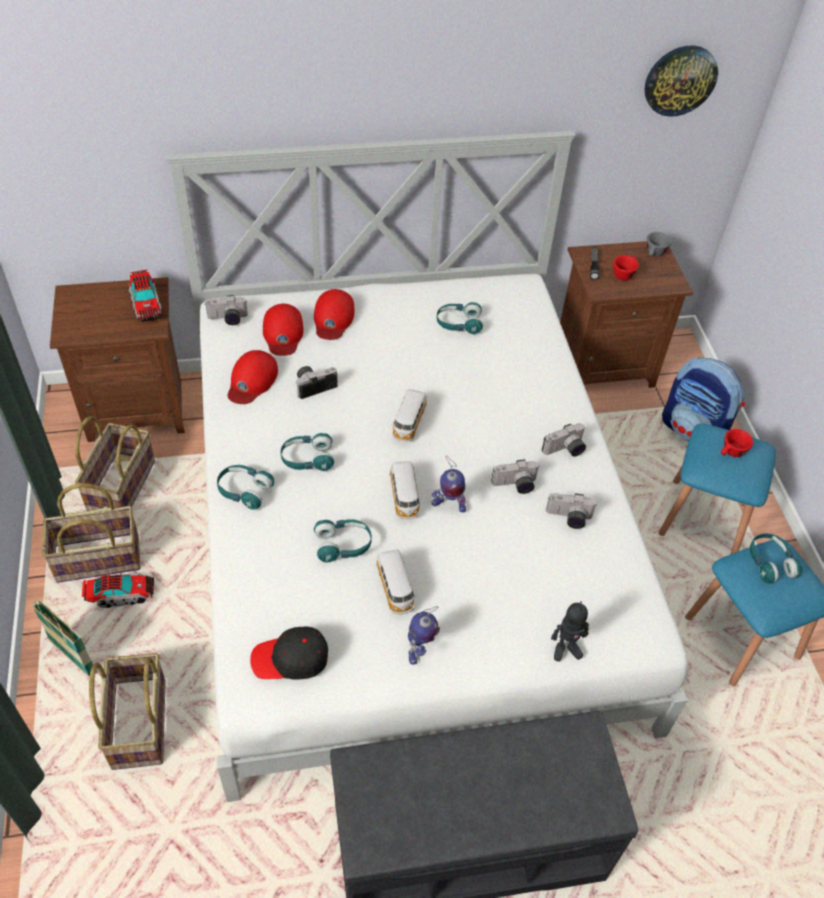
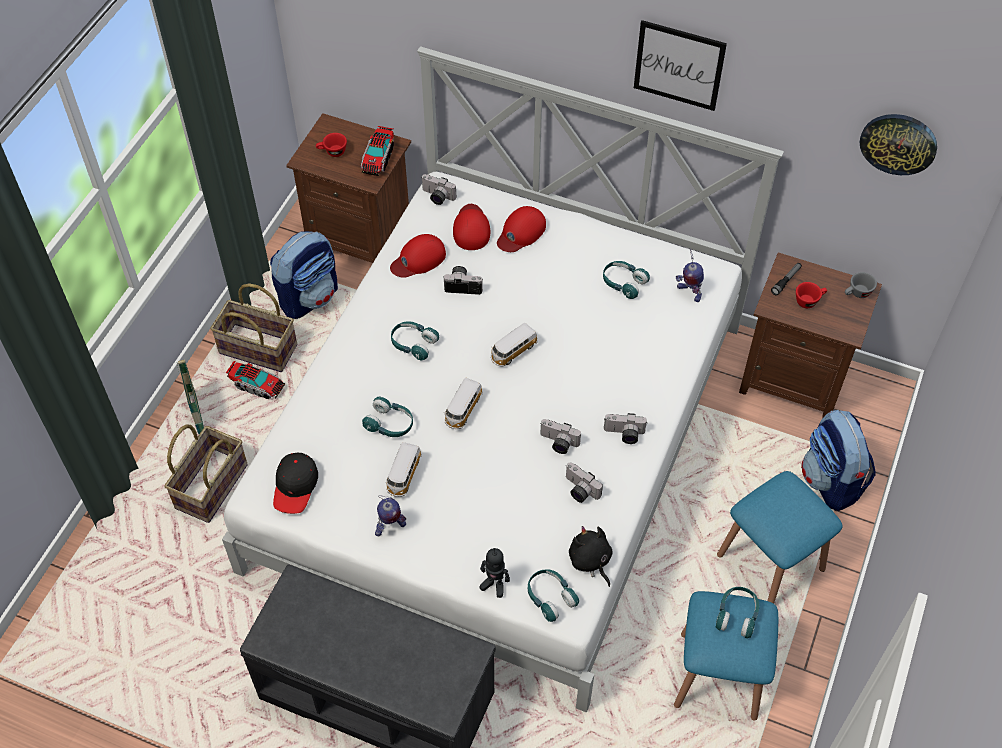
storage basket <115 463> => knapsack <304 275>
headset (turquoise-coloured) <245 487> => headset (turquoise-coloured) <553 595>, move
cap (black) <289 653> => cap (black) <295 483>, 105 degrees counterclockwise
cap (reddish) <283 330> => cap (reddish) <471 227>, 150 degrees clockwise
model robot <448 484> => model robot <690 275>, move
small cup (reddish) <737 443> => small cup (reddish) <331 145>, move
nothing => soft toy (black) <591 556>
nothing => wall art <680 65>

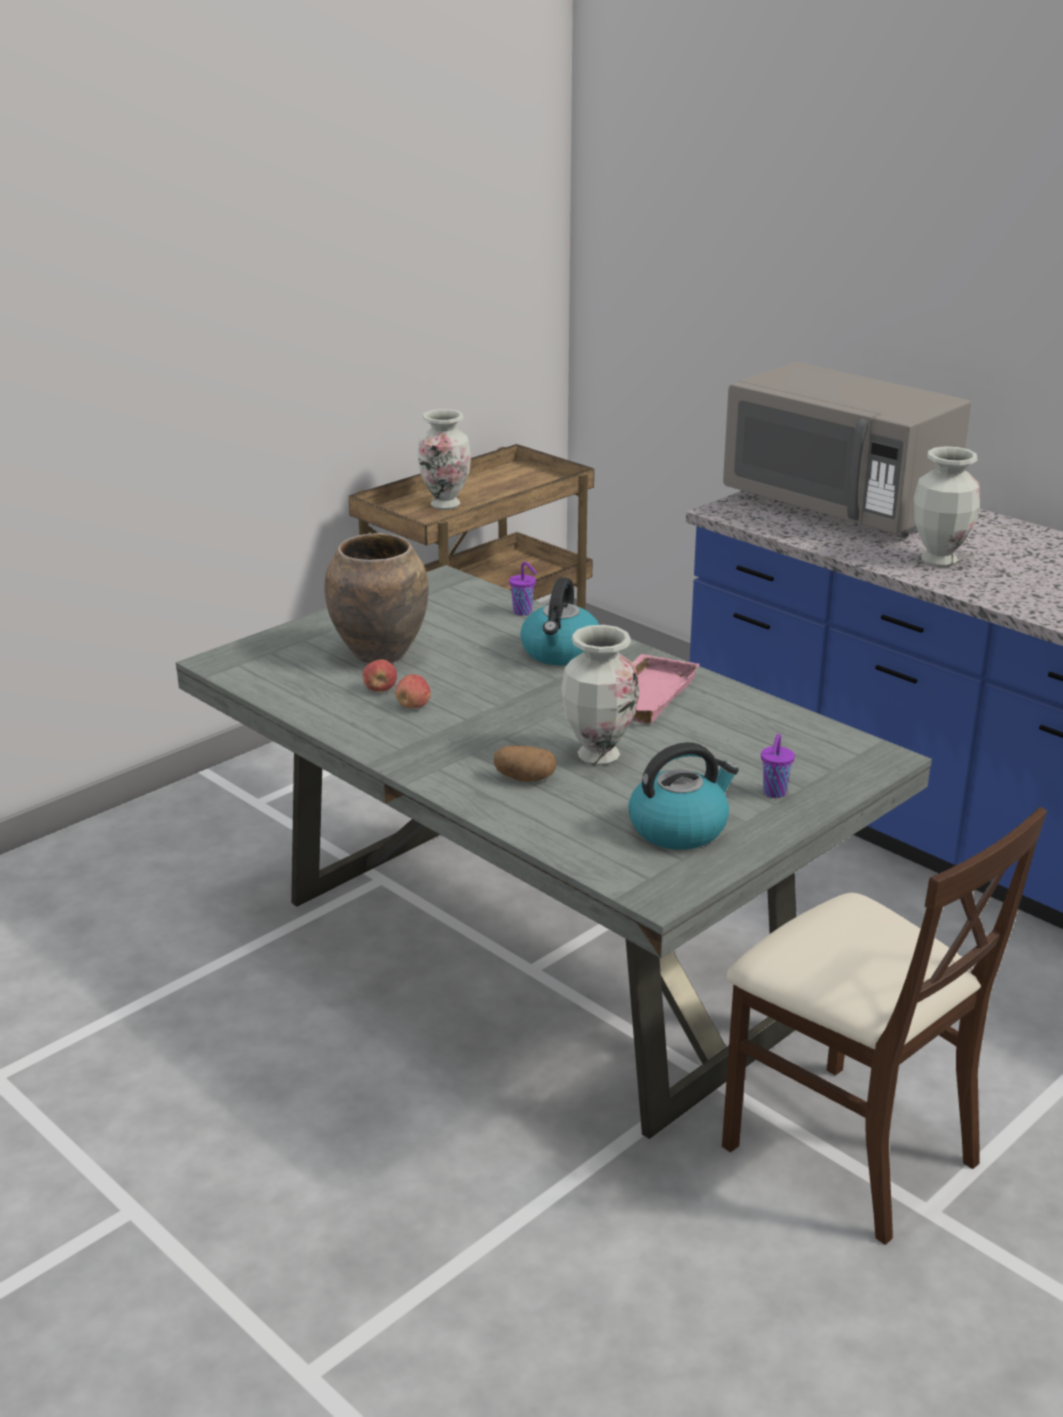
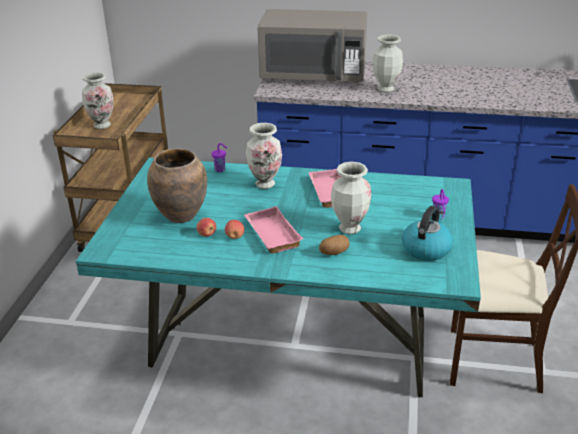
dining table (greyish) <554 852> => dining table (turquoise-coloured) <278 277>
kettle <559 621> => decorative vase <264 156>
nothing => tray (pink-coloured) <273 230>

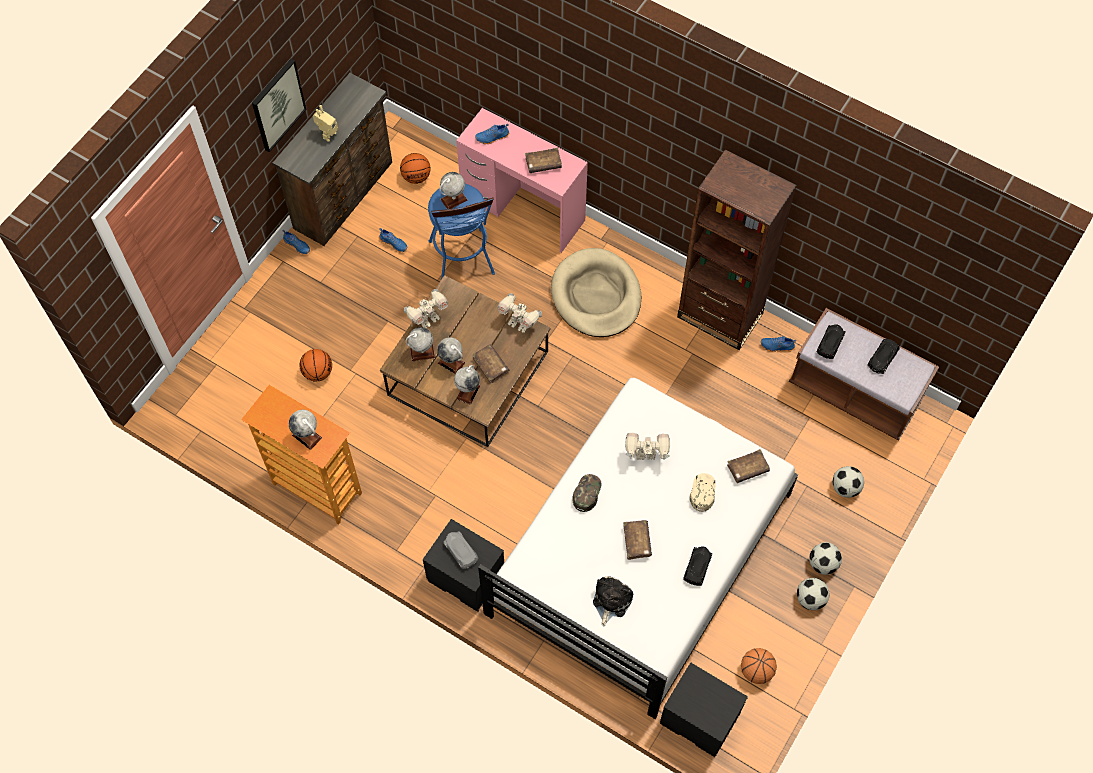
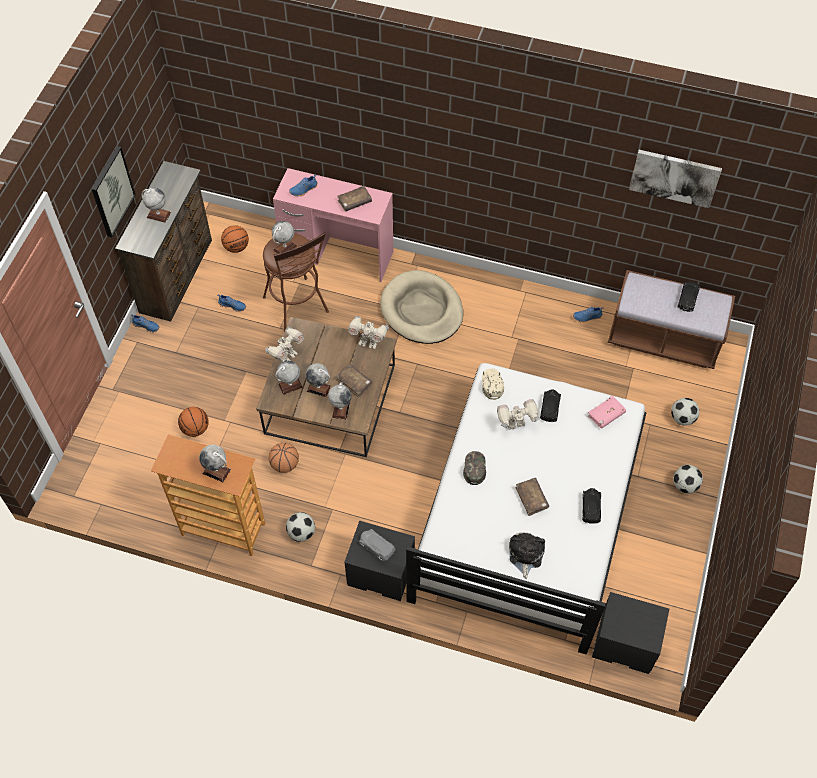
model robot <325 123> => desk globe <156 205>
sitting stool (bluish) <461 231> => sitting stool (brown-coloured) <296 282>
bookcase (brown-coloured) <736 249> => nothing
cap (beige) <703 492> => cap (beige) <493 384>, move
book (brown-coloured) <748 466> => book (pink-coloured) <607 412>
ball for basketball <759 666> => ball for basketball <283 458>, move
ball for football <813 594> => ball for football <300 527>, move
toy car (black) <831 341> => toy car (black) <550 406>, move
nothing => wall art <675 179>

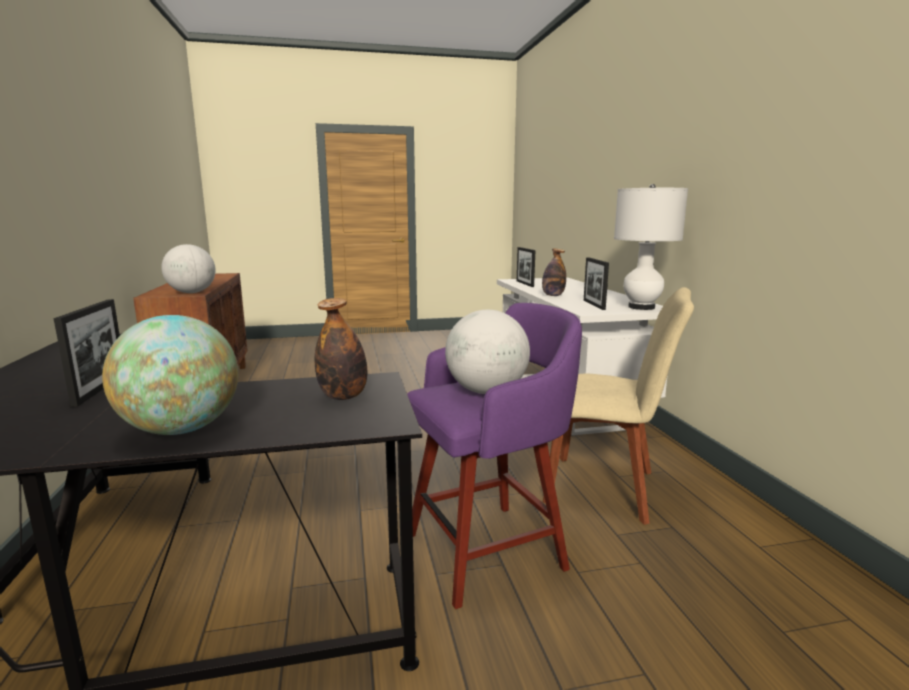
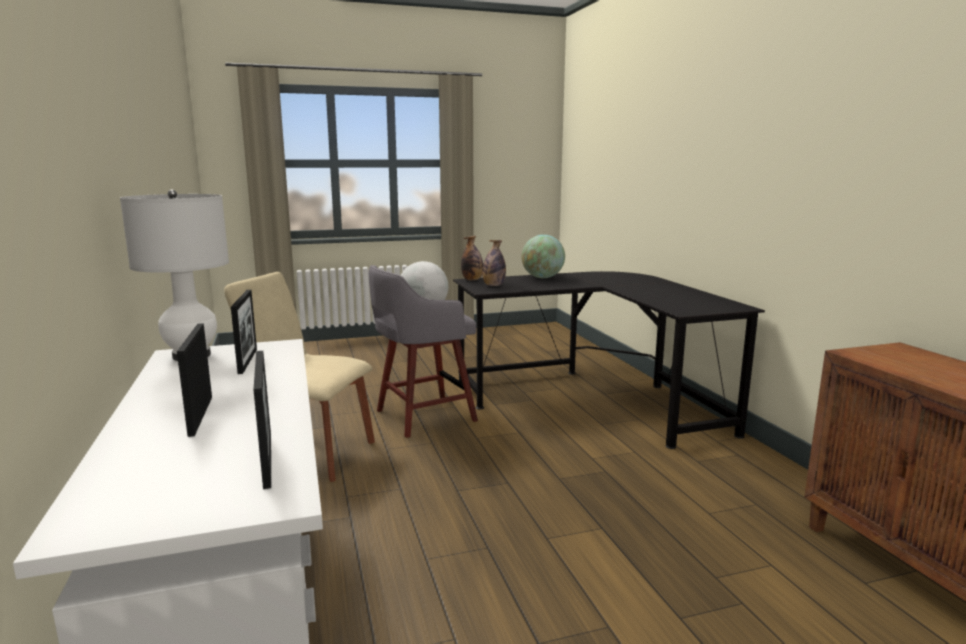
standing frame <87 353> => standing frame <194 380>, move
desk globe <188 268> => nothing
sitting stool (purple-coloured) <494 456> => sitting stool (greyish) <423 351>
bottle <554 272> => bottle <472 258>, move

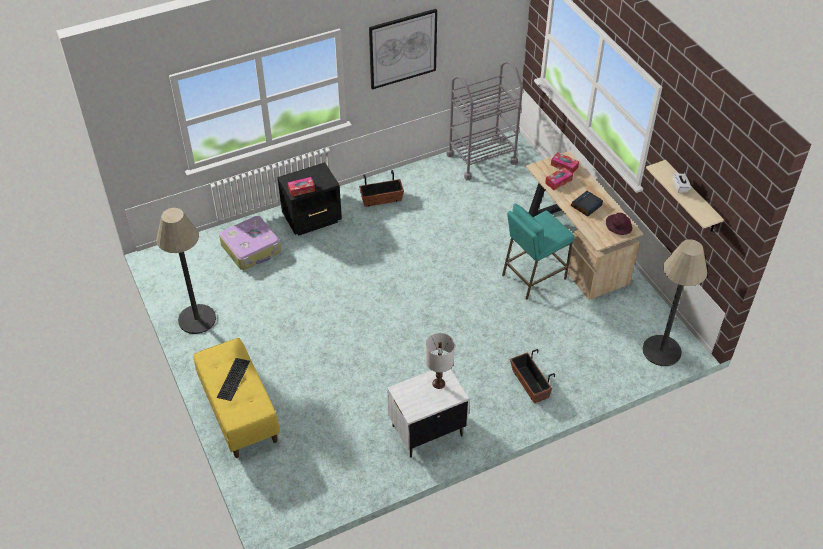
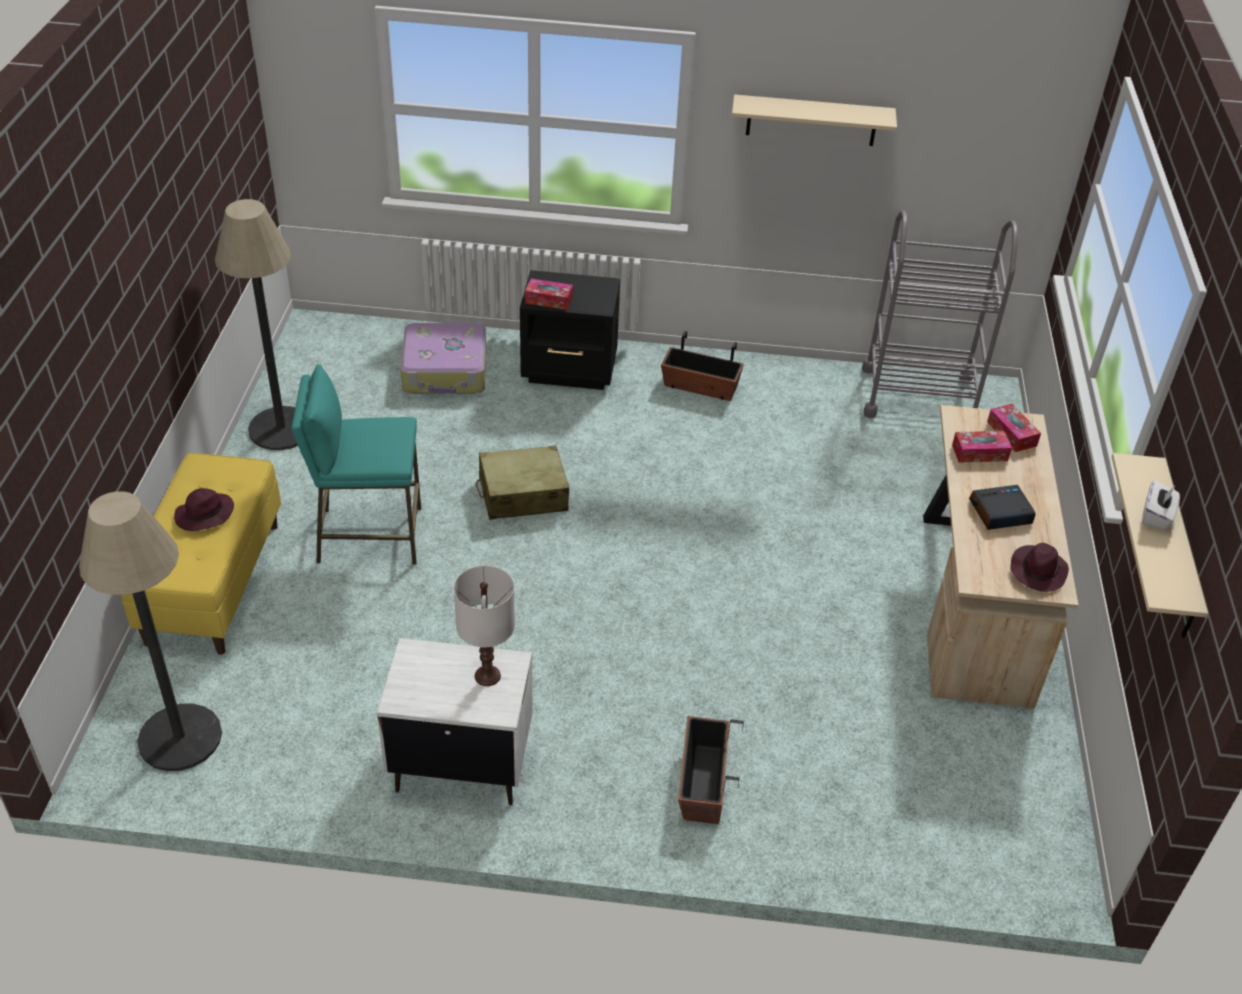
PC keyboard <233 379> => wearable hat (purple-coloured) <204 509>
wall art <403 49> => wall shelf (beige) <814 120>
sitting stool (turquoise-coloured) <538 251> => sitting stool (turquoise-coloured) <356 464>, move
standing lamp <675 302> => standing lamp <150 631>, move
nothing => suitcase (beige) <522 483>

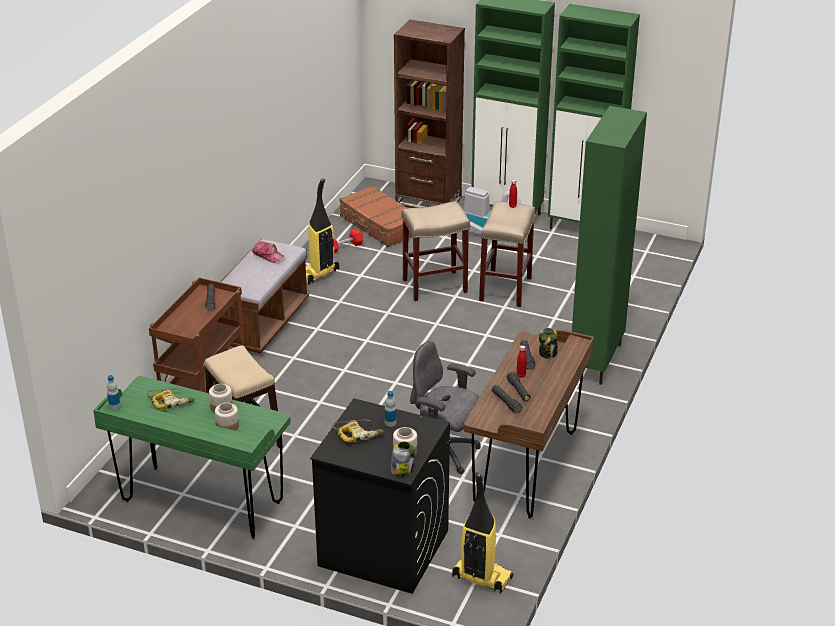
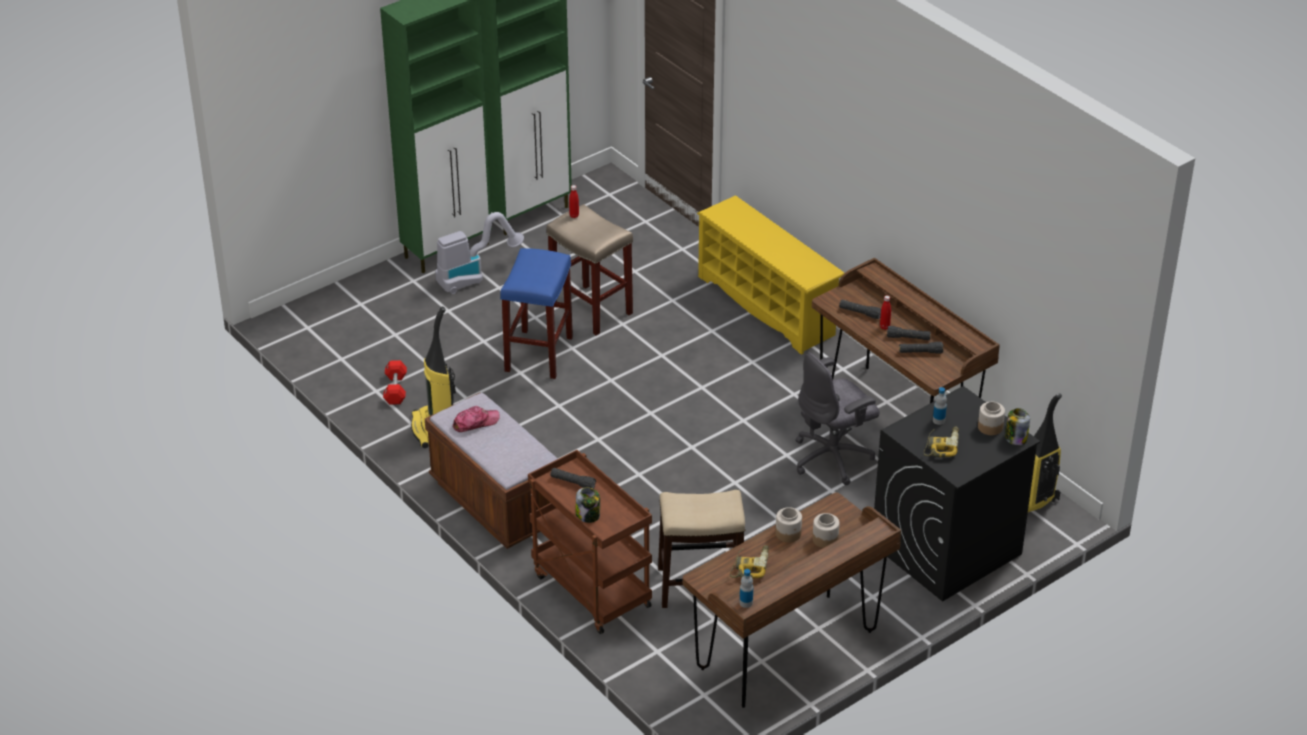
desk (greenish) <192 457> => desk (brown-coloured) <792 600>
suitcase (brown-coloured) <376 216> => nothing
bookcase (brown-coloured) <429 114> => nothing
sitting stool (beige) <435 251> => sitting stool (bluish) <536 313>
jar <548 343> => jar <588 505>, move
storage cabinet (greenish) <609 245> => shoe shelf (yellow) <770 275>

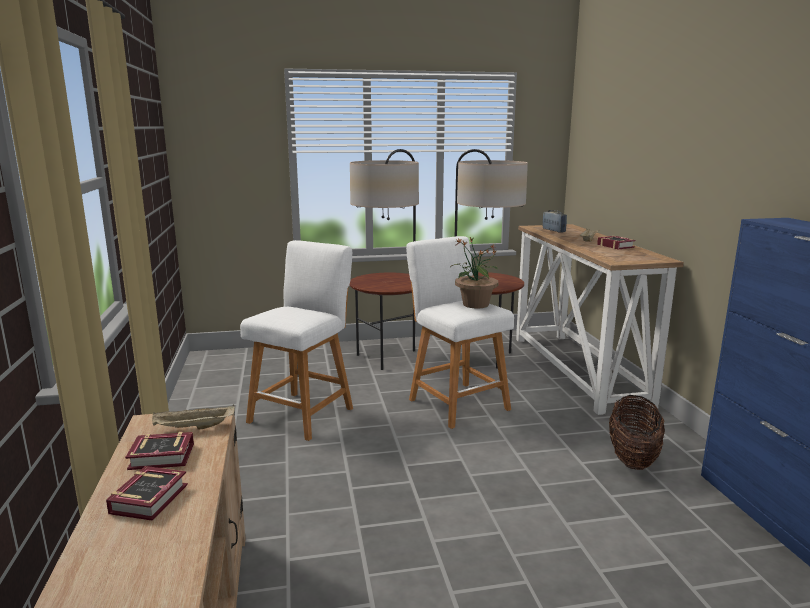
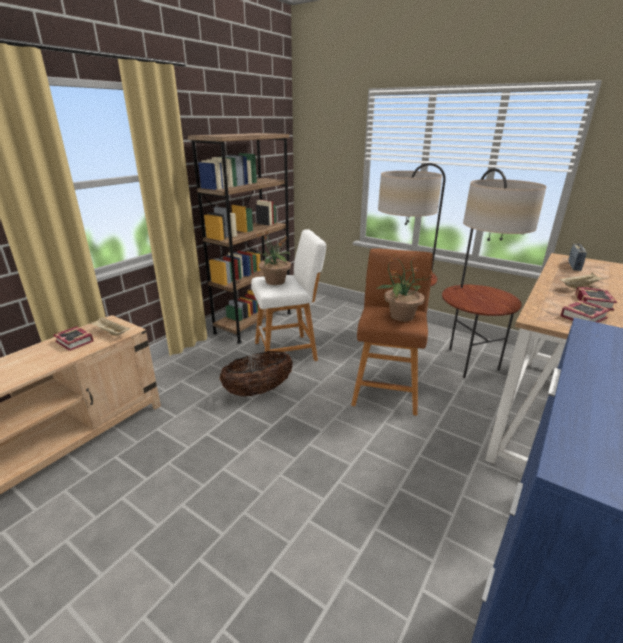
book <147 493> => book <585 311>, move
sitting stool (white) <460 332> => sitting stool (brown-coloured) <392 332>
storage basket <637 432> => storage basket <256 373>, move
nothing => bookcase (brown-coloured) <239 238>
nothing => houseplant <272 258>

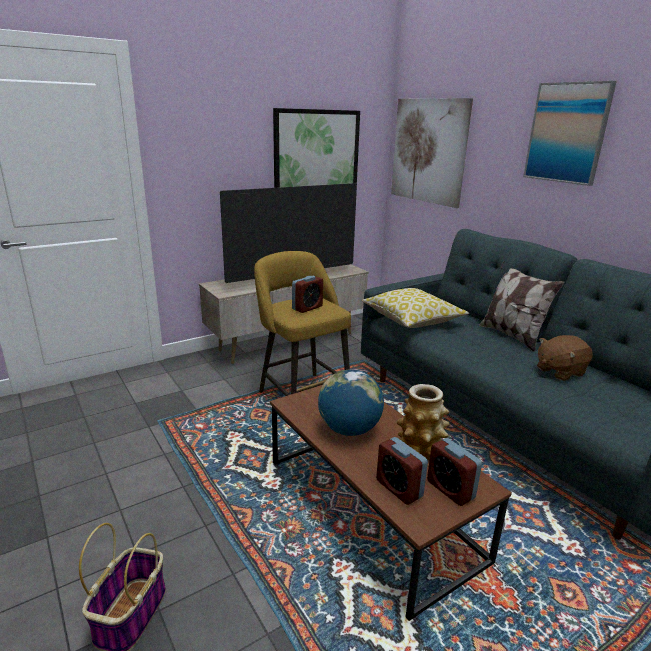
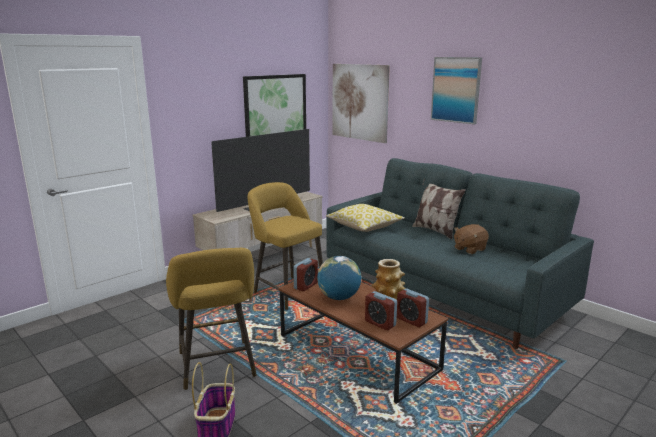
bedside clock <307 294> => bedside clock <305 274>, move
nothing => sitting stool (yellow) <211 319>

